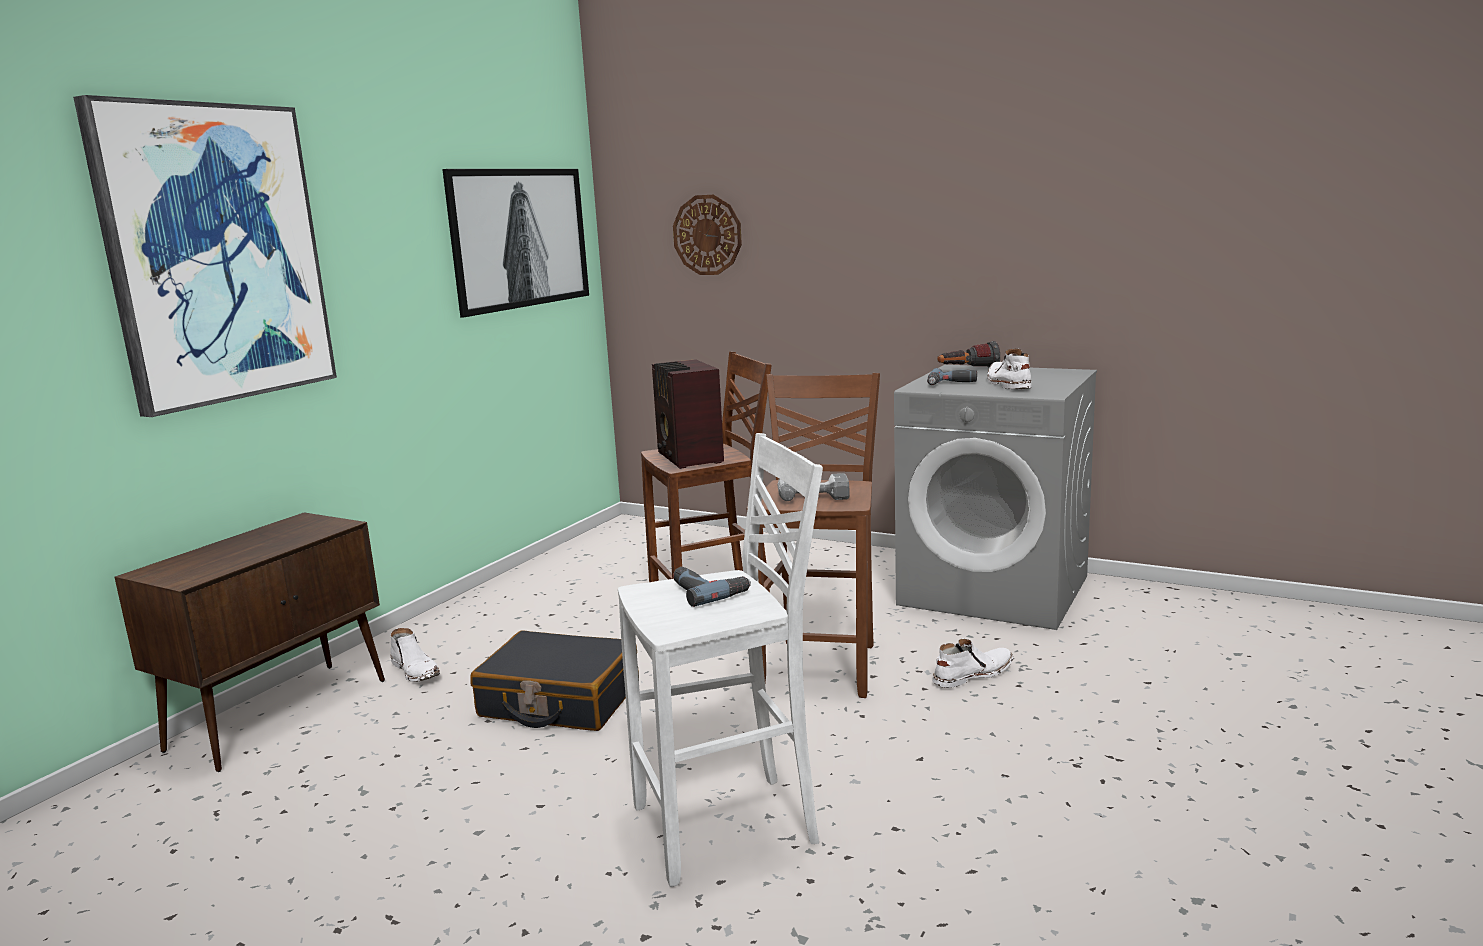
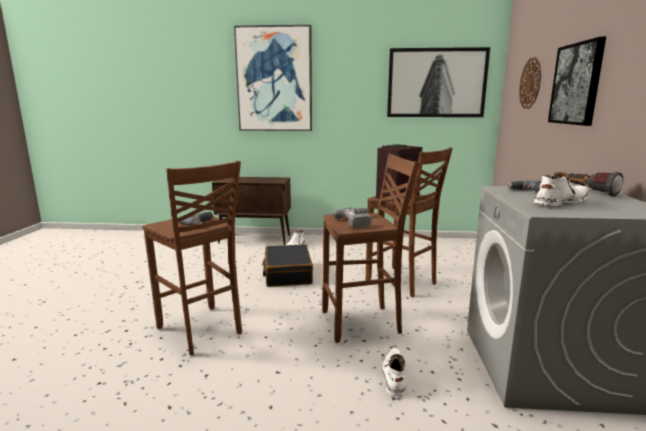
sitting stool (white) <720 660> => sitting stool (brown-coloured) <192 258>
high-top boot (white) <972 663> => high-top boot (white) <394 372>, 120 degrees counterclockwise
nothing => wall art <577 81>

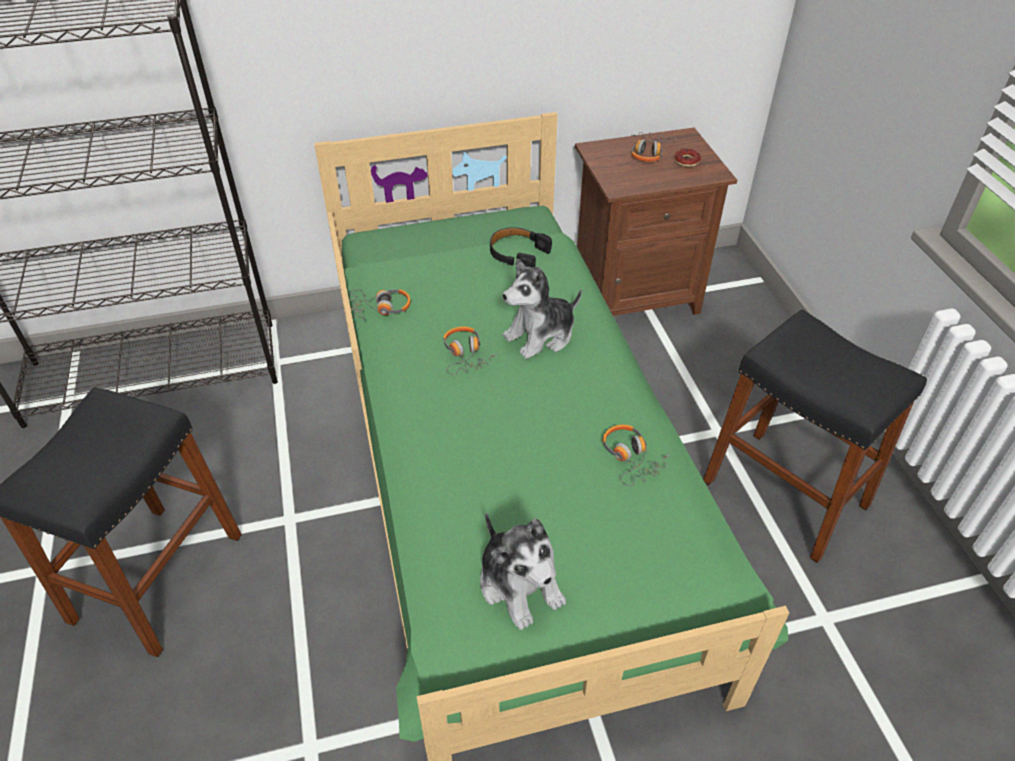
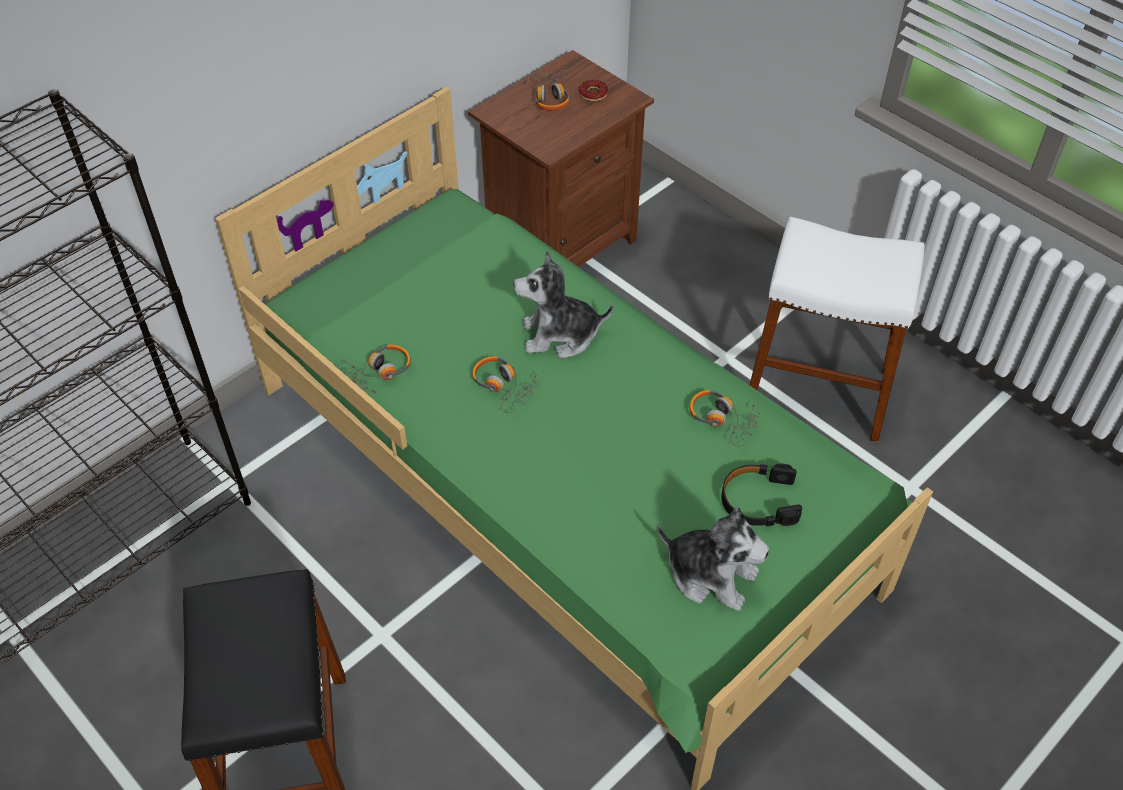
headset (black) <521 247> => headset (black) <761 495>, move
soft toy <542 309> => soft toy <563 304>, 60 degrees clockwise
sitting stool (black) <815 436> => sitting stool (white) <837 329>

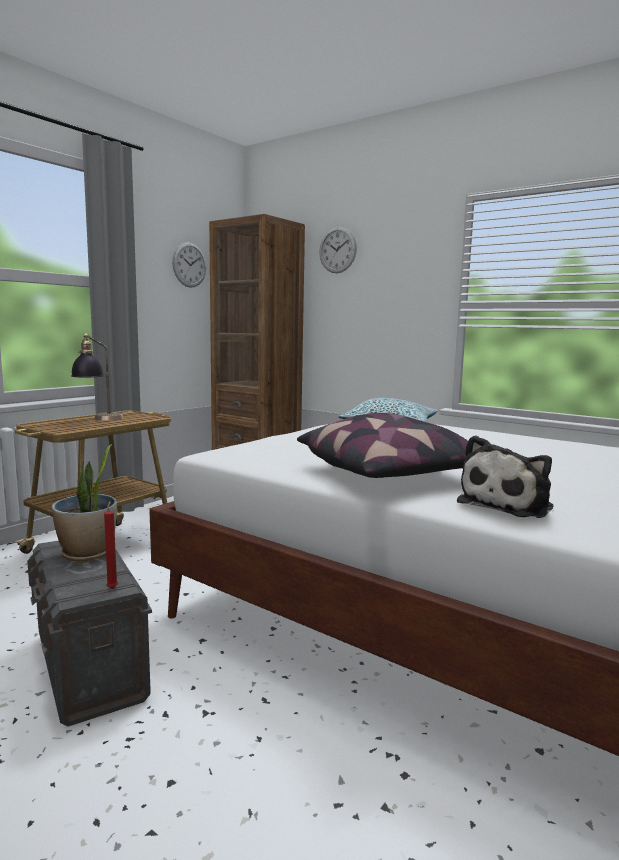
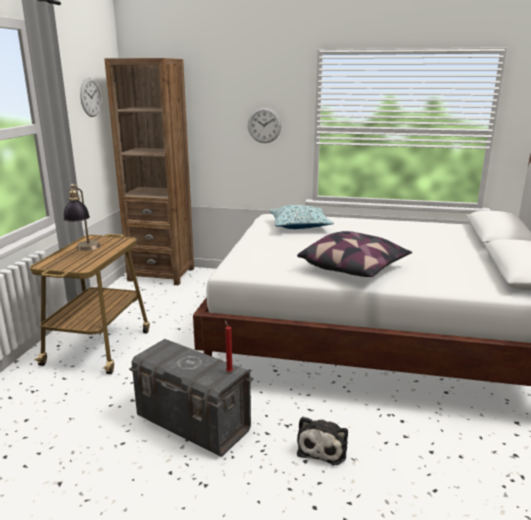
houseplant <84 503> => nothing
wall clock <338 250> => wall clock <265 125>, move
soft toy <505 476> => soft toy <322 440>, move

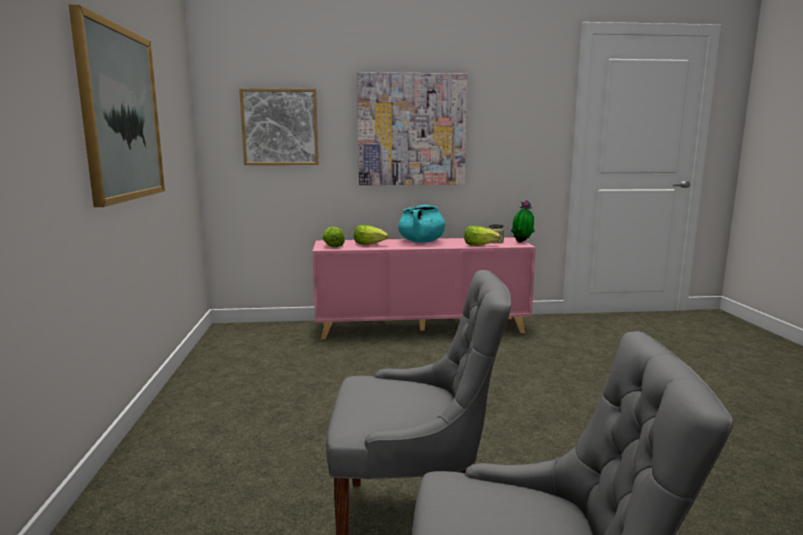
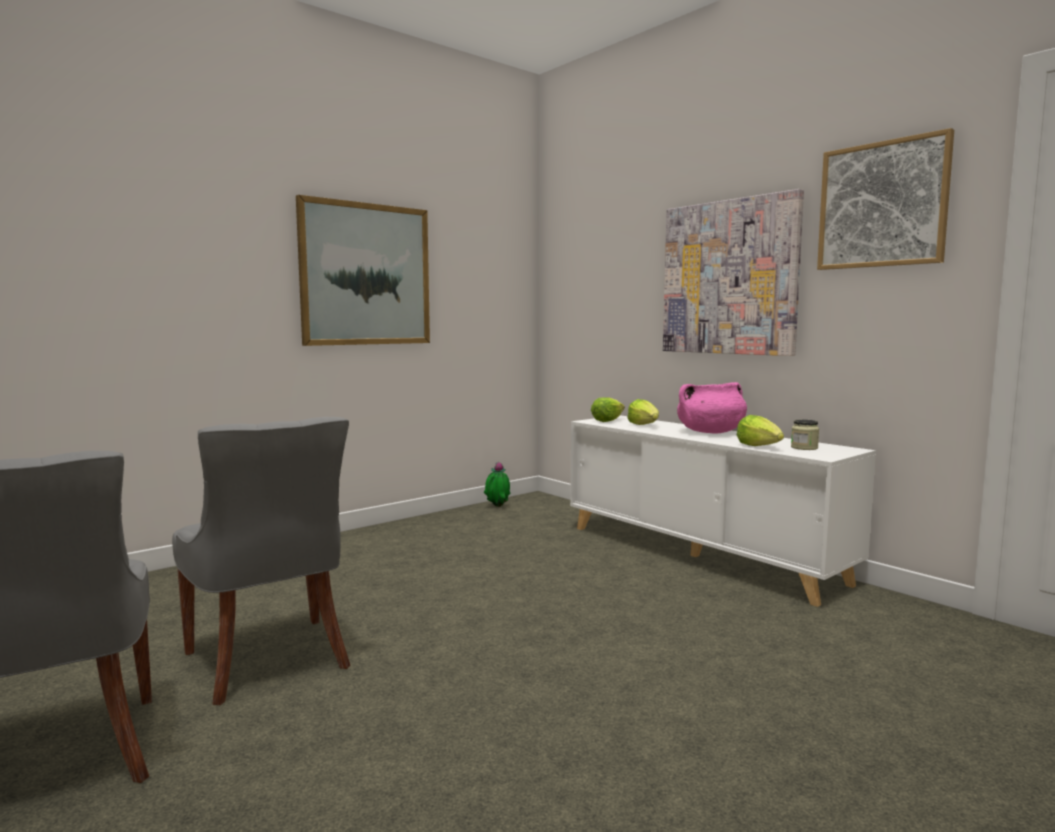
wall art <279 126> => wall art <885 199>, move
storage cabinet (pink-coloured) <424 288> => storage cabinet (white) <723 511>
stockpot (turquoise-coloured) <421 224> => stockpot (pink-coloured) <712 407>
houseplant <523 221> => houseplant <497 484>, move

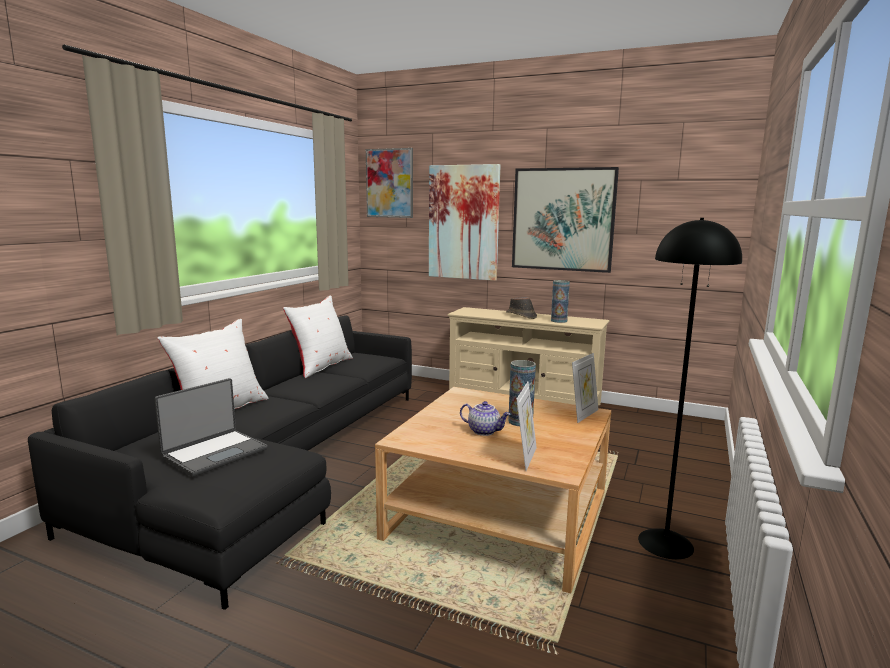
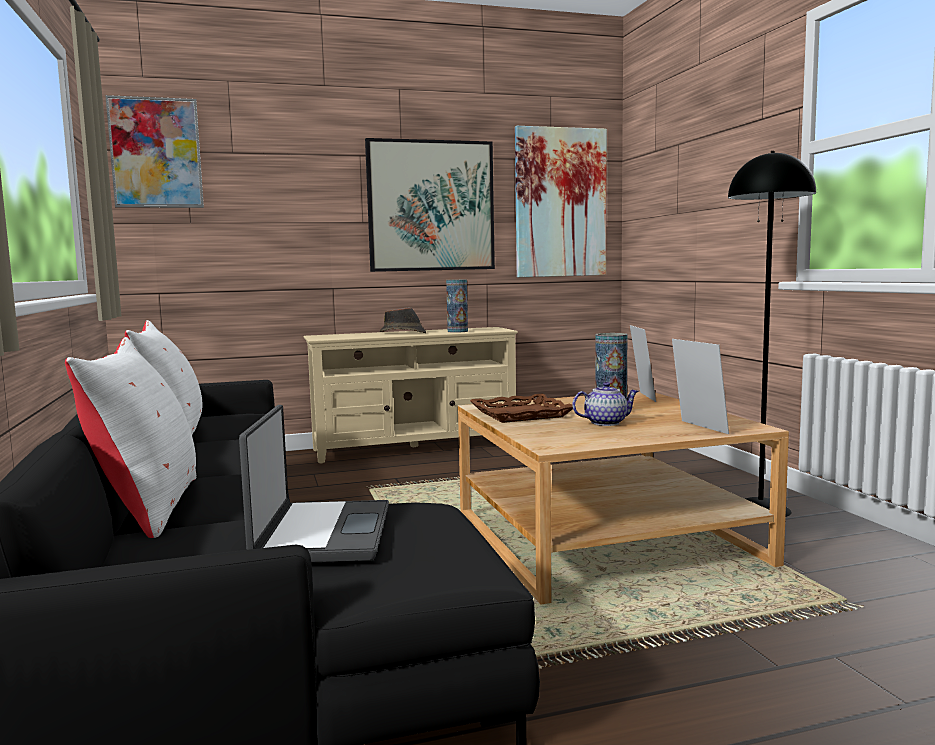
wall art <464 222> => wall art <561 201>, move
nothing => tray (brown-coloured) <521 408>

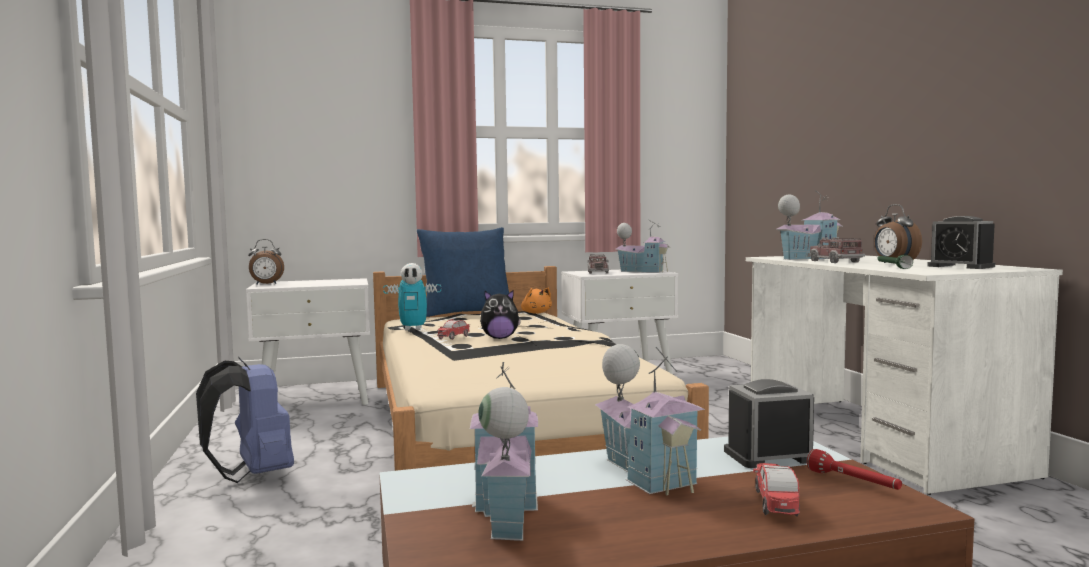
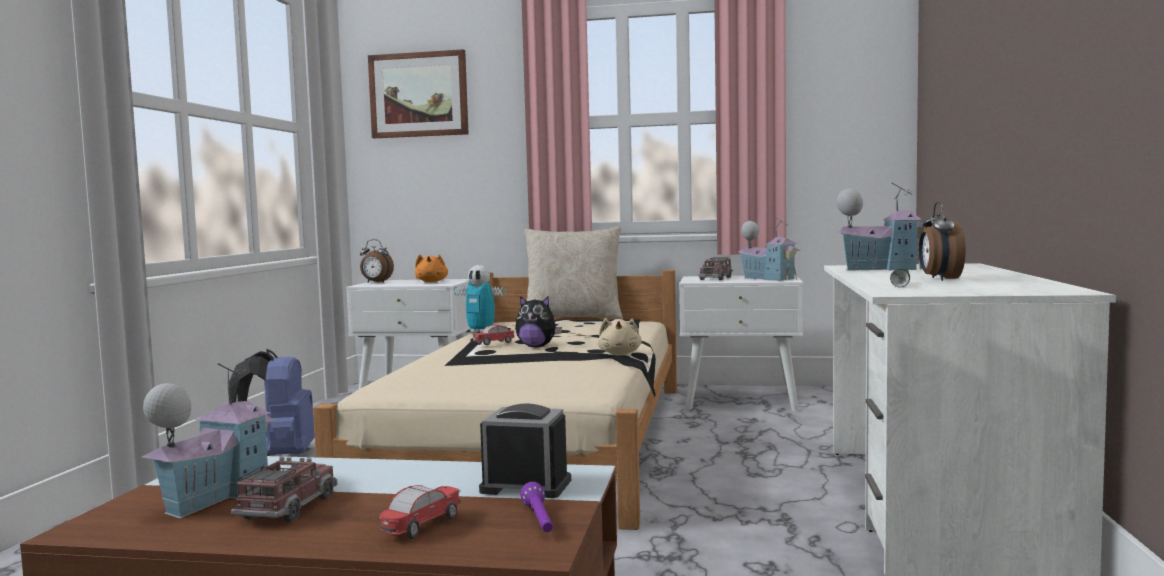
cushion (bluish) <463 272> => cushion (beige) <574 273>
soft toy (orange) <536 301> => soft toy (orange) <431 268>, move
model house <650 419> => nothing
flashlight (reddish) <854 469> => flashlight (purple-coloured) <536 507>
toy lorry <837 250> => toy lorry <284 489>, move
bedside clock <961 242> => nothing
nothing => wall art <418 93>
nothing => soft toy (beige) <620 336>

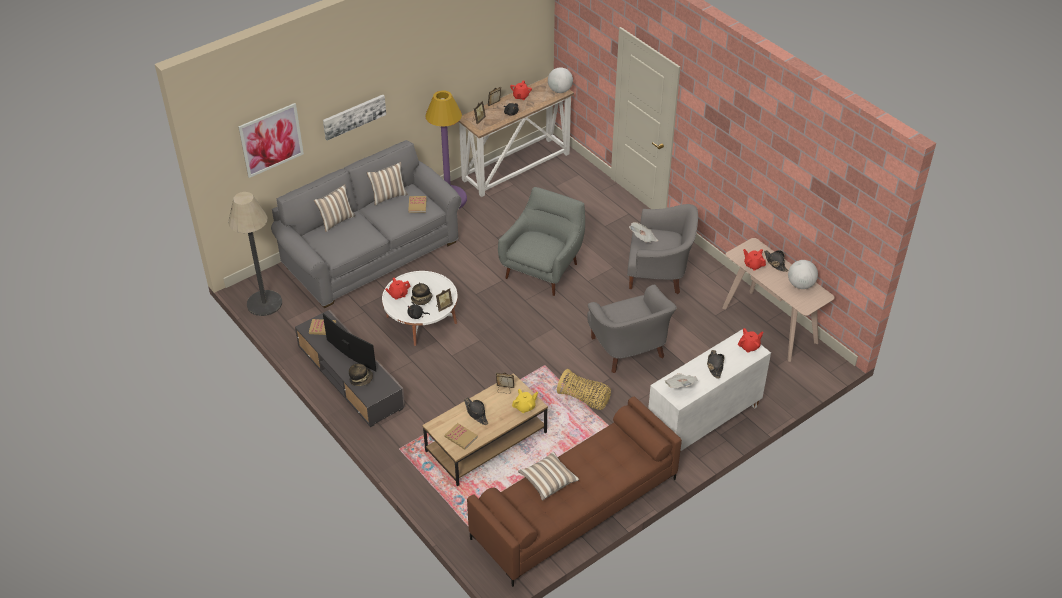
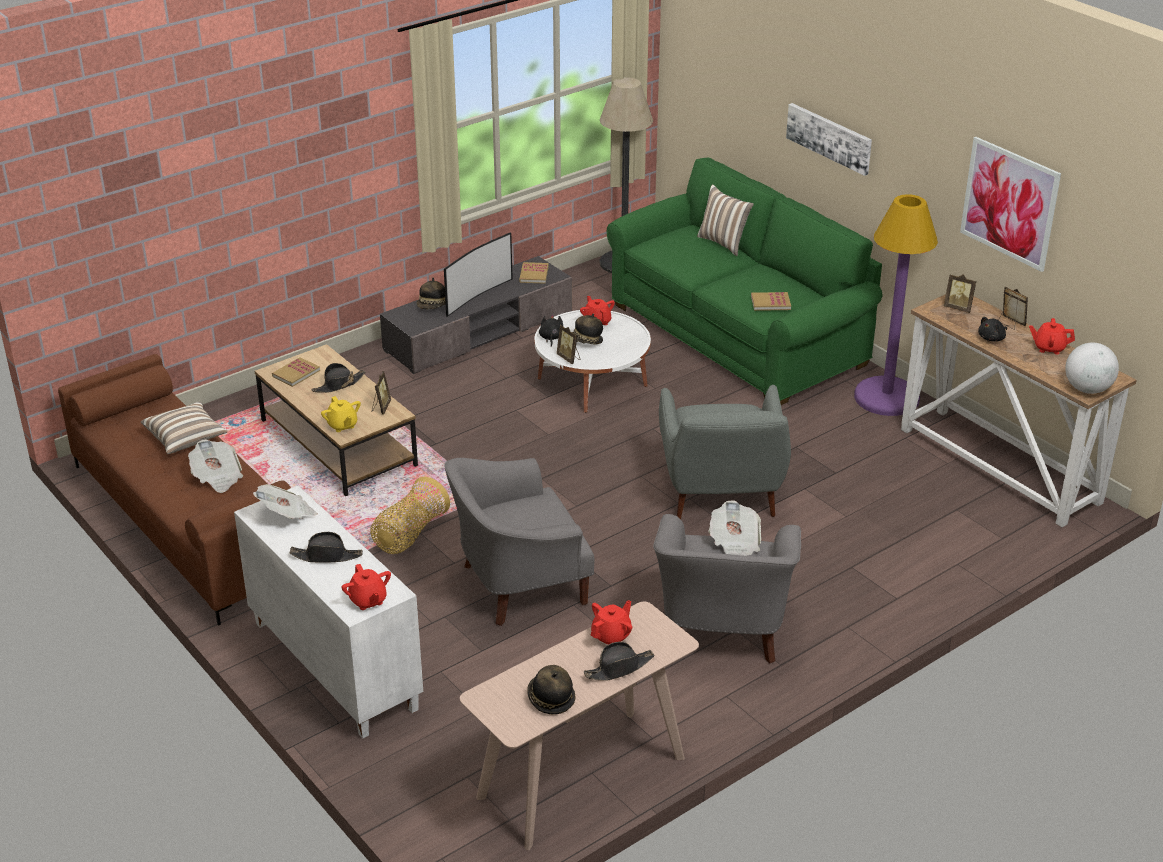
wall art <271 140> => wall art <1010 204>, move
sofa (greyish) <366 224> => sofa (greenish) <744 281>
cushion <387 183> => nothing
armchair (greyish) <541 241> => armchair (greyish) <725 452>, 60 degrees clockwise
desk globe <803 274> => wearable hat <551 689>
nothing => daily paper <215 466>

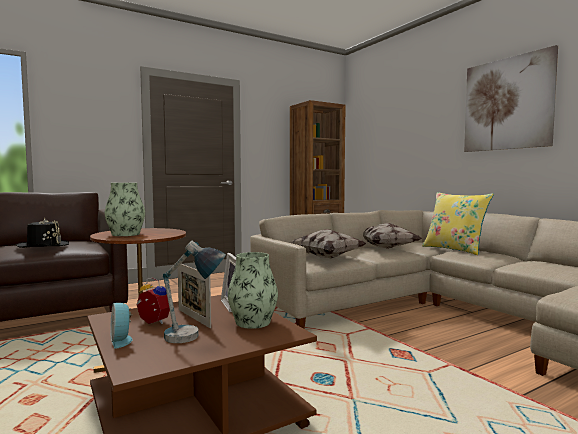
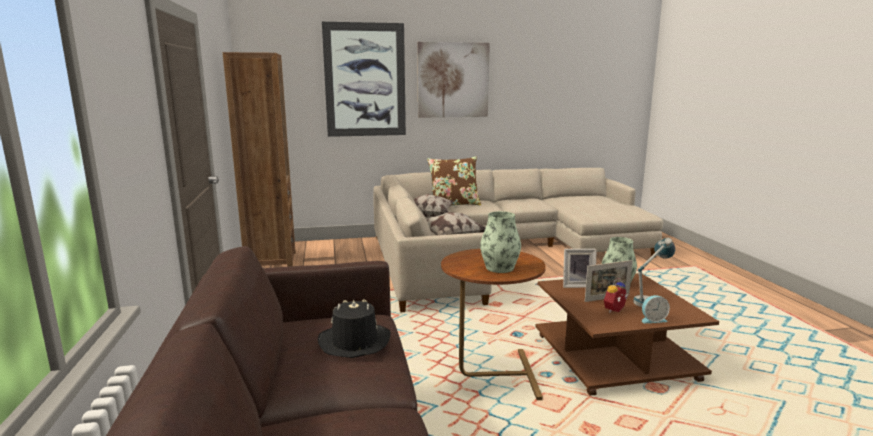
cushion (yellow) <458 223> => cushion (brown-coloured) <454 180>
nothing => wall art <364 79>

